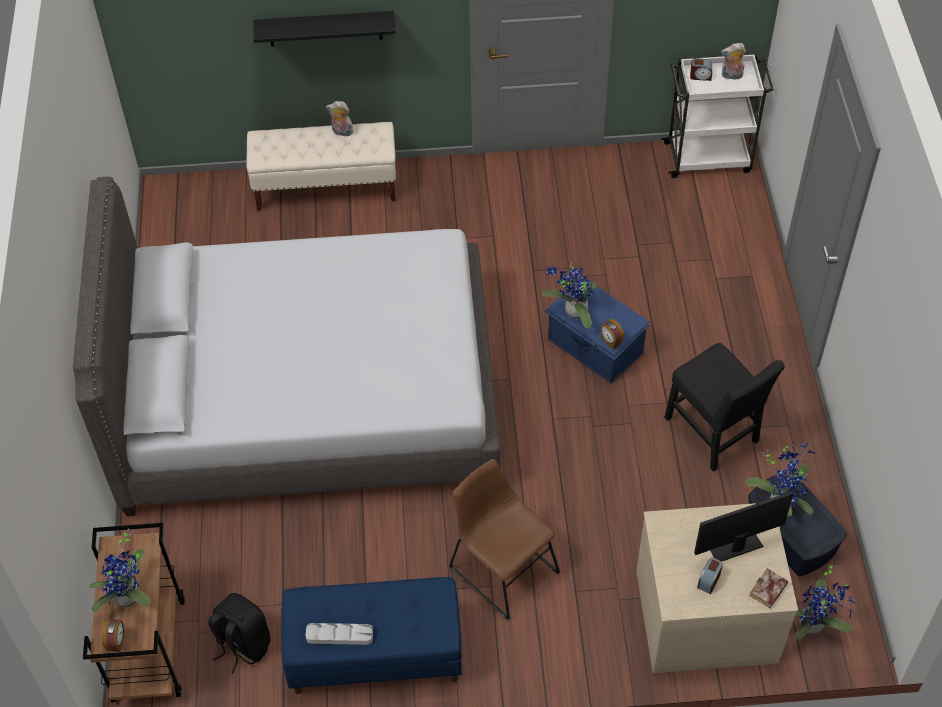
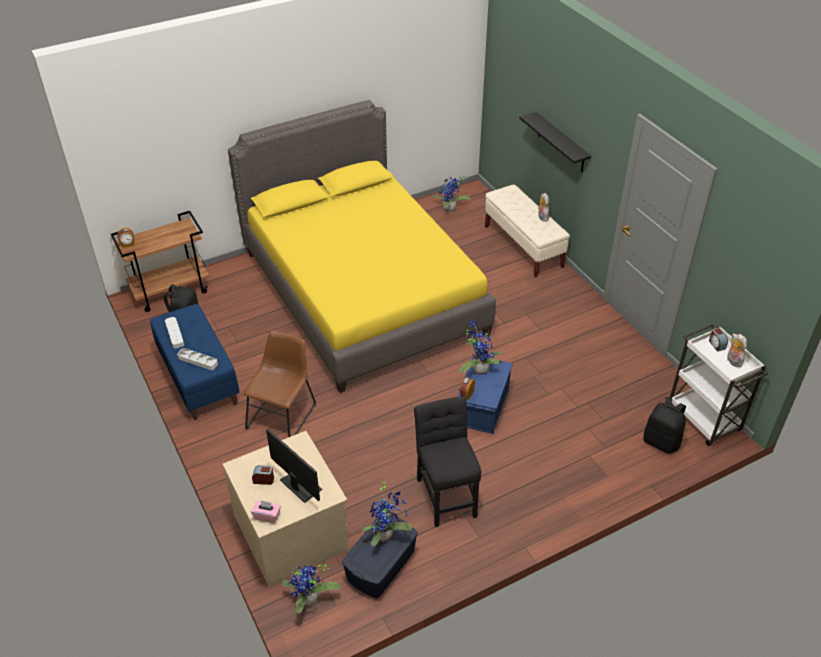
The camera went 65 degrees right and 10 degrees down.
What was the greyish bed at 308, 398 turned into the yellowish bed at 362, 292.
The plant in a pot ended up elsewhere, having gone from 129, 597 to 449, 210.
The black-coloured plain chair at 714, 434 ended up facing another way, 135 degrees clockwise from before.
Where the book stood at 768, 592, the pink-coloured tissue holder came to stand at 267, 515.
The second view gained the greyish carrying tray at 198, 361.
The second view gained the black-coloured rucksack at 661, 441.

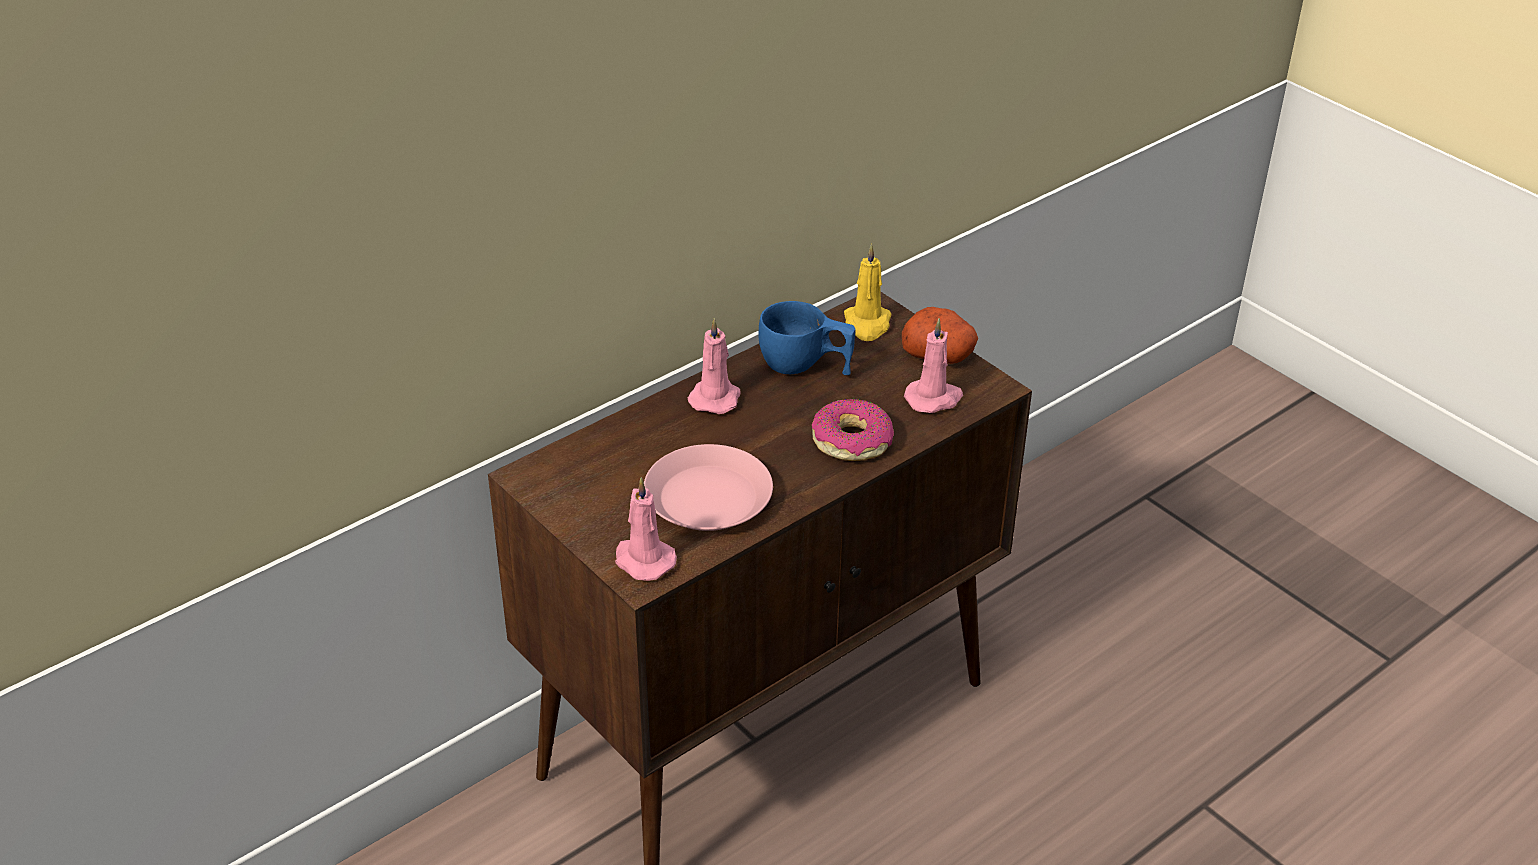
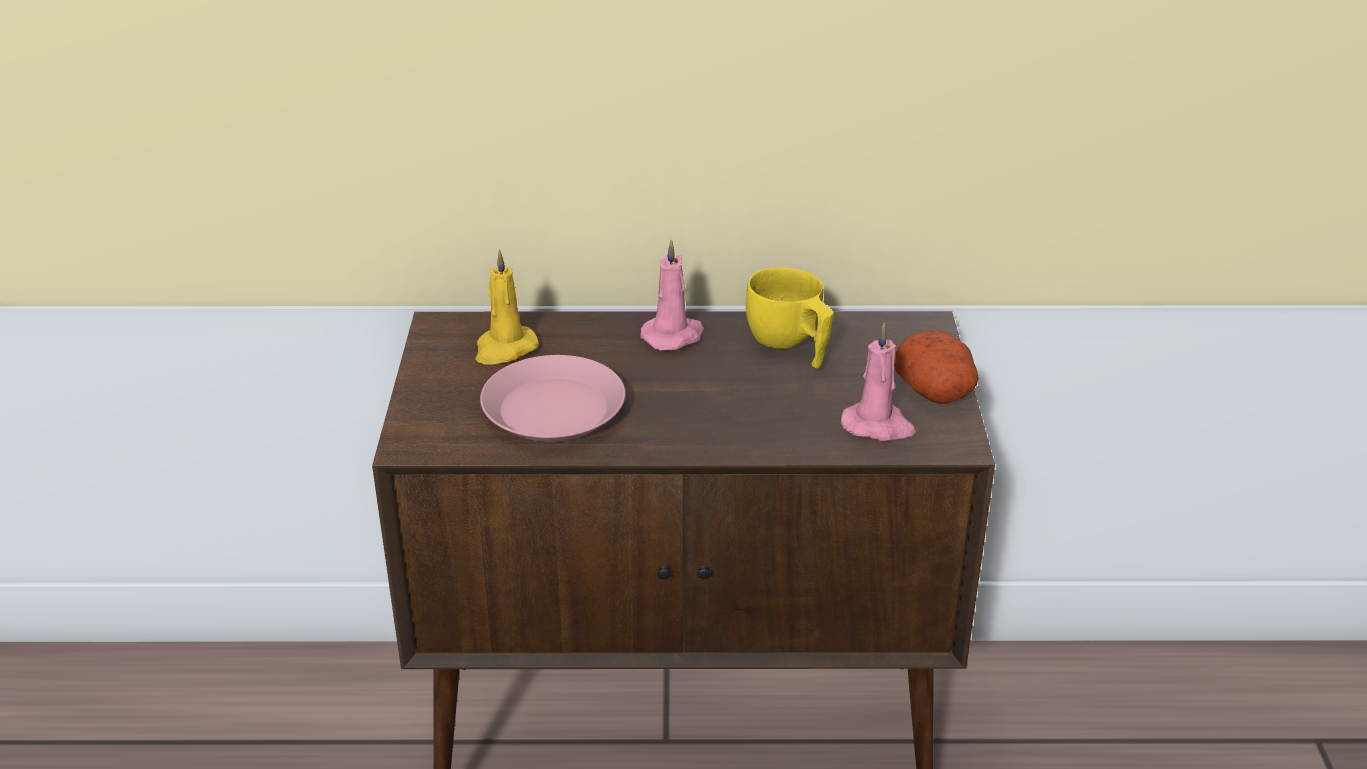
The camera went 40 degrees right and 5 degrees down.
The second view lost the pink-coloured wax candle at 643, 560.
What was the blue drinking cup at 805, 366 turned into the yellowish drinking cup at 790, 346.
The second view lost the ring doughnut at 851, 441.
The yellowish wax candle ended up elsewhere, having gone from 867, 324 to 504, 349.

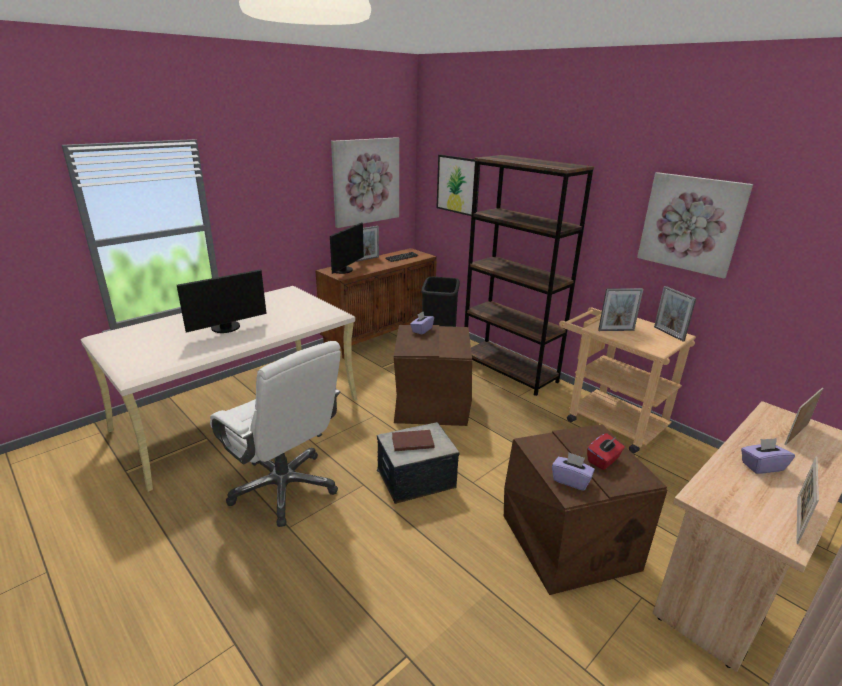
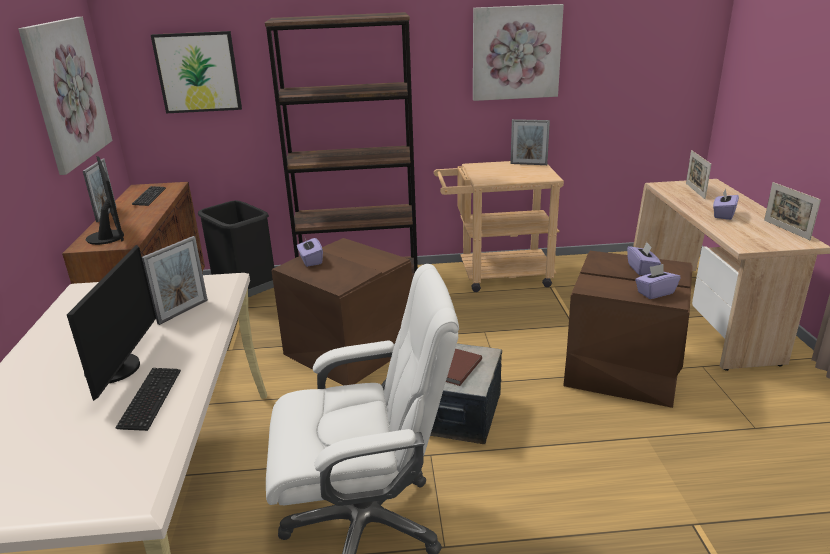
The camera went 50 degrees left and 0 degrees up.
What was the reddish tissue holder at 603, 460 turned into the purplish tissue holder at 642, 269.
The photo frame ended up elsewhere, having gone from 616, 330 to 183, 312.
The second view gained the PC keyboard at 150, 399.

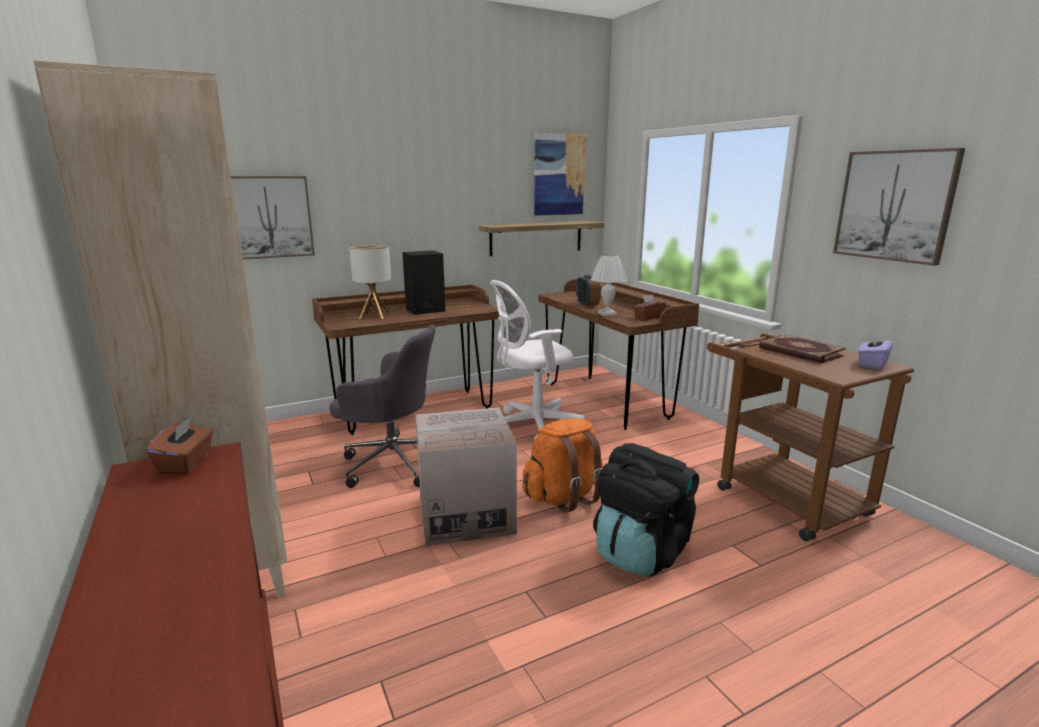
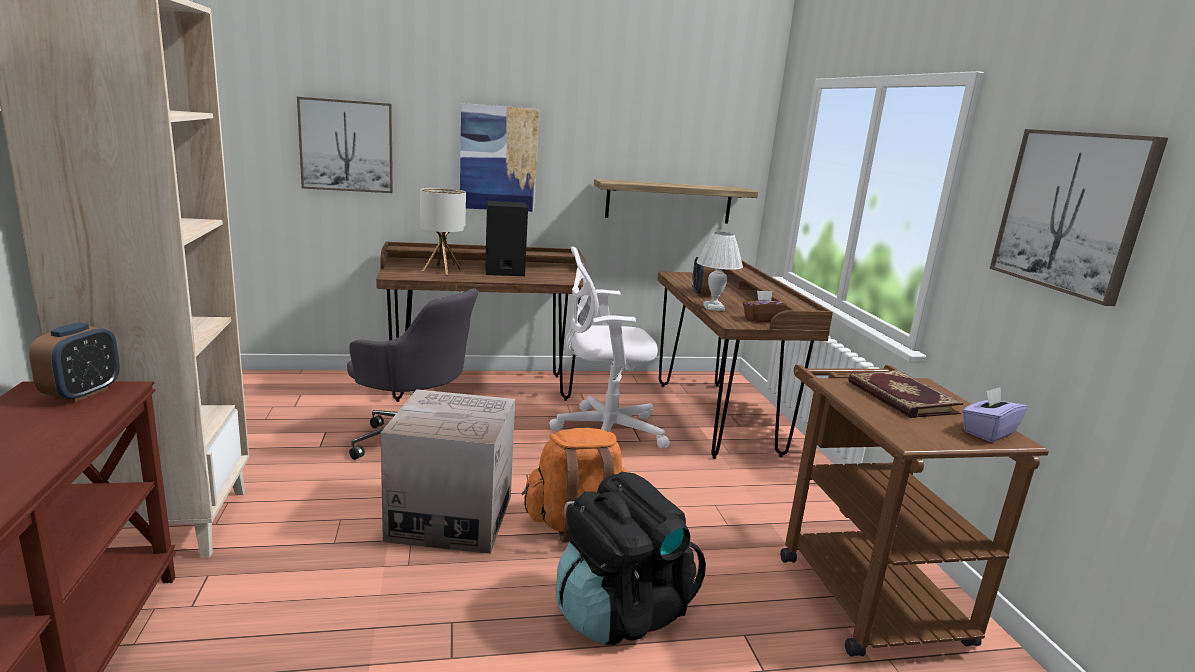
The camera went 15 degrees right and 0 degrees up.
Where the brown-coloured tissue holder stood at 186, 463, the table clock came to stand at 82, 393.
The wall picture ended up elsewhere, having gone from 559, 175 to 498, 158.

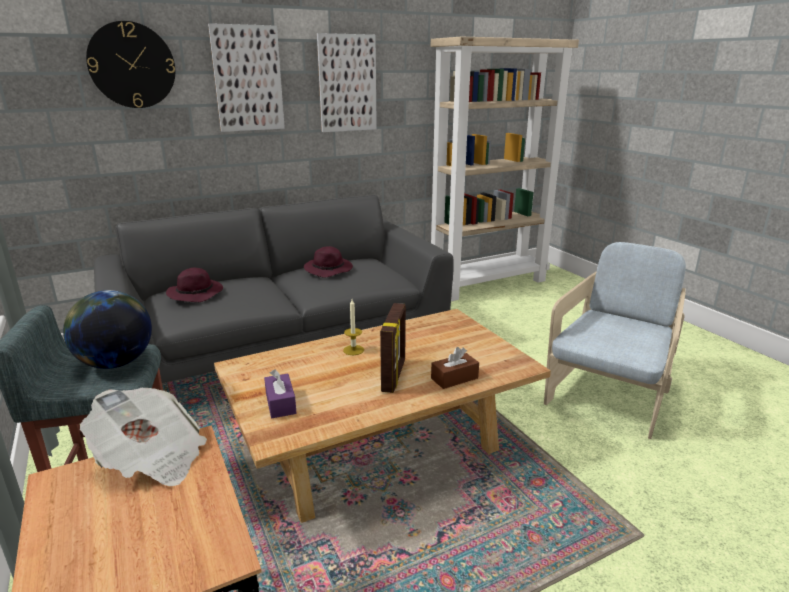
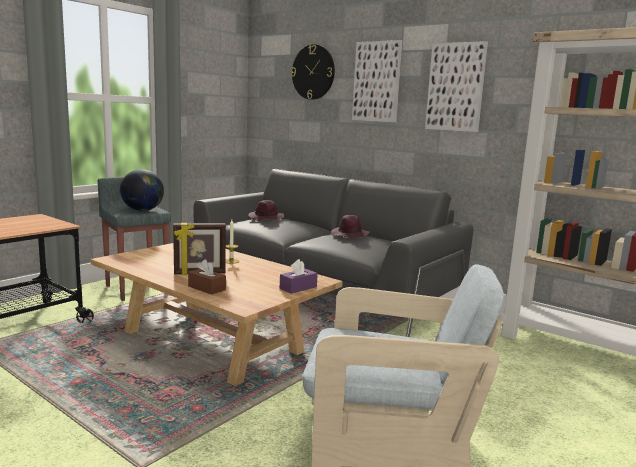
The camera went 65 degrees right and 10 degrees down.
The second view lost the printed paper at 151, 458.
The purplish tissue holder ended up elsewhere, having gone from 280, 403 to 298, 288.

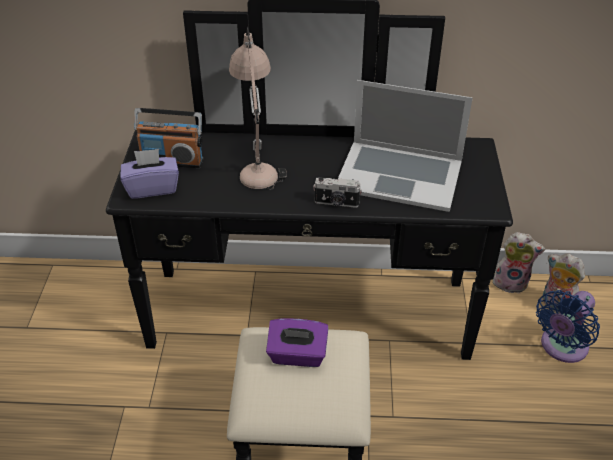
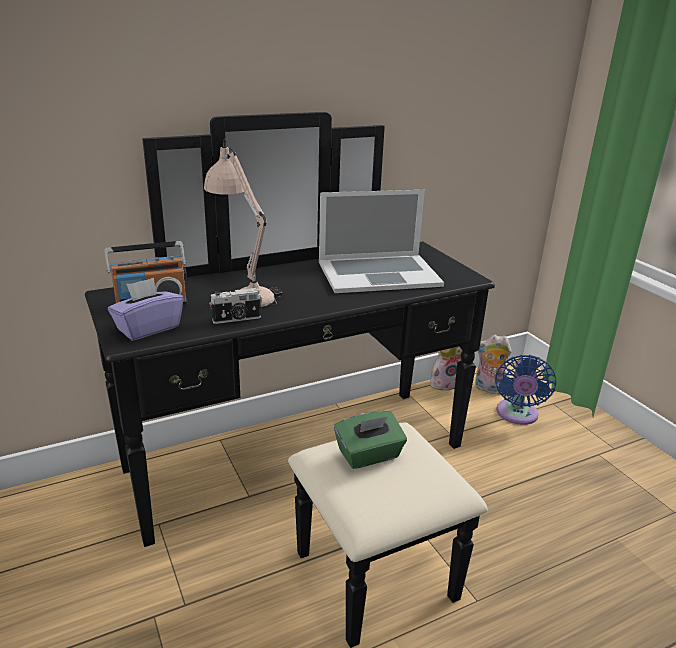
The camera went 30 degrees left and 15 degrees down.
What was the purplish tissue holder at 297, 355 turned into the green tissue holder at 369, 455.
The still camera ended up elsewhere, having gone from 336, 203 to 237, 319.

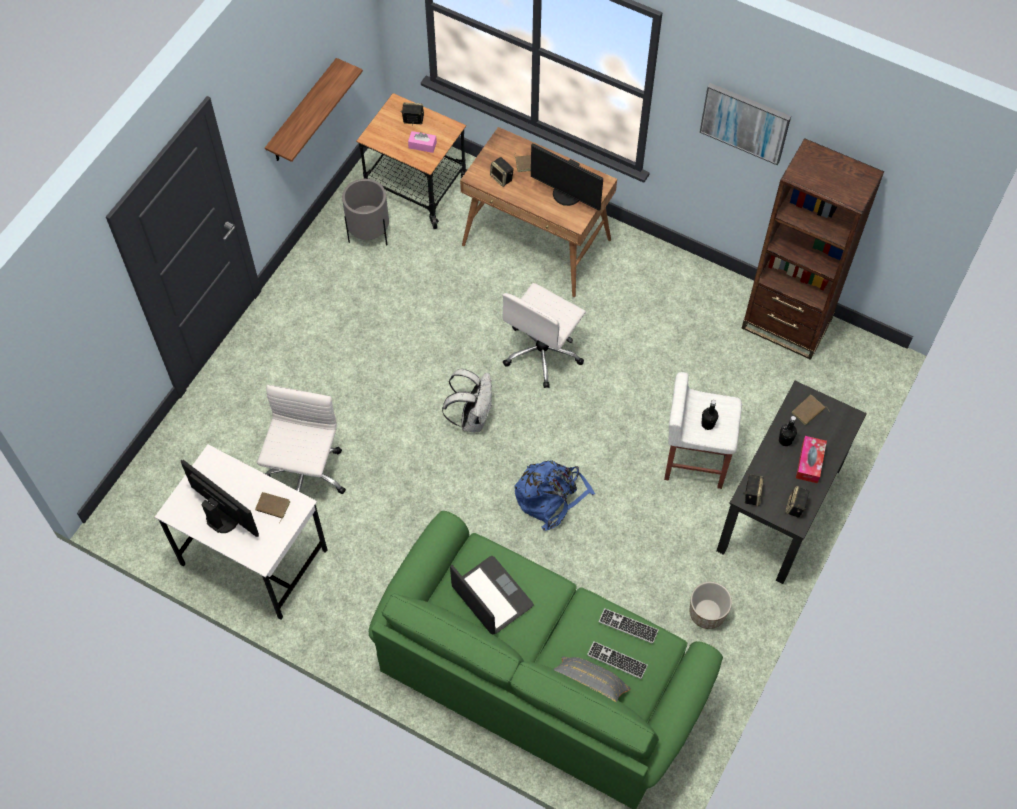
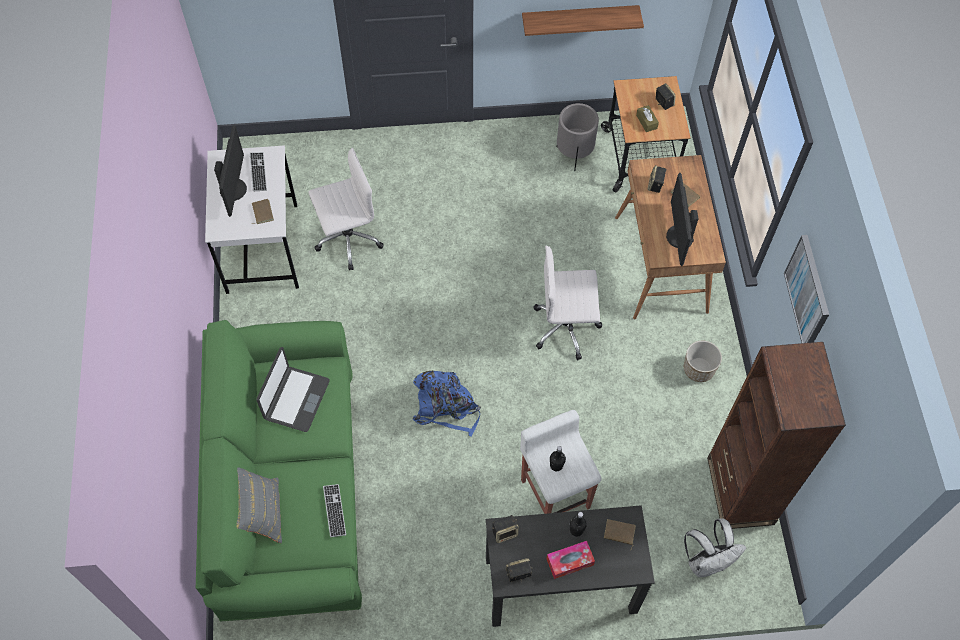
The camera went 55 degrees right and 0 degrees up.
What was the pink-coloured tissue holder at 422, 145 turned into the brown-coloured tissue holder at 646, 122.
The whitish rucksack ended up elsewhere, having gone from 472, 417 to 707, 561.
The PC keyboard ended up elsewhere, having gone from 617, 660 to 258, 172.
The plant pot ended up elsewhere, having gone from 707, 613 to 698, 369.

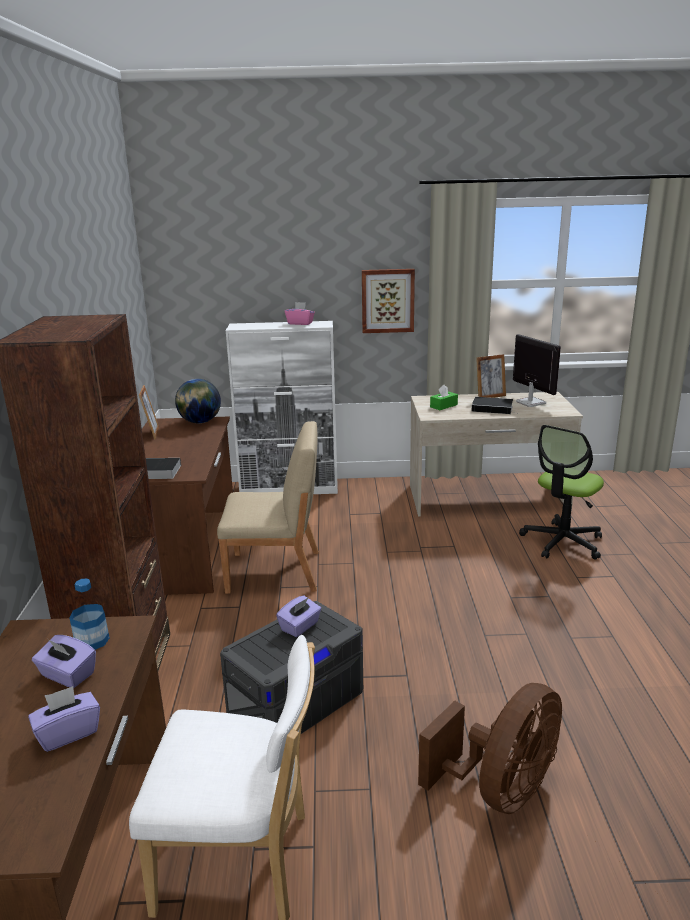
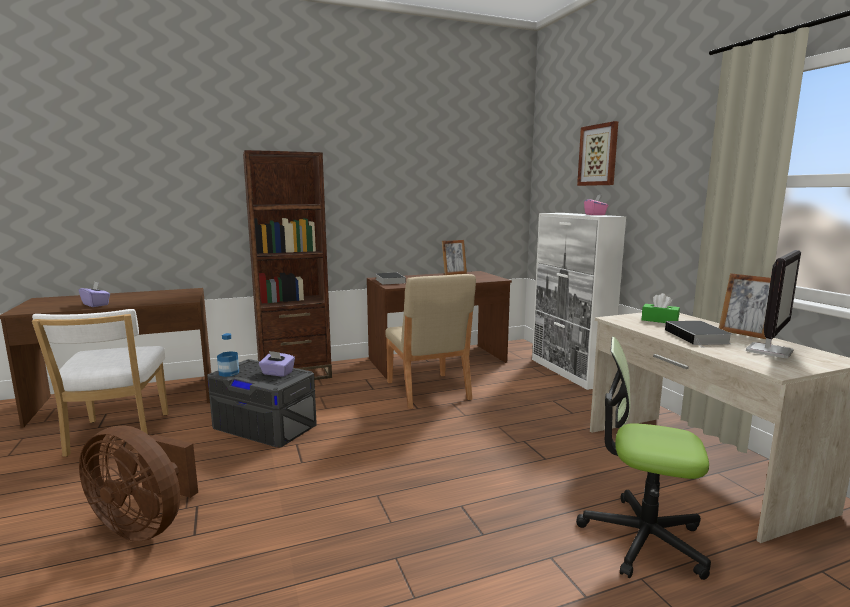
The camera went 70 degrees right and 10 degrees down.
The second view lost the purplish tissue holder at 67, 675.
The bottle ended up elsewhere, having gone from 92, 641 to 229, 373.
The second view lost the world globe at 200, 422.
The wall picture ended up elsewhere, having gone from 387, 300 to 598, 155.

